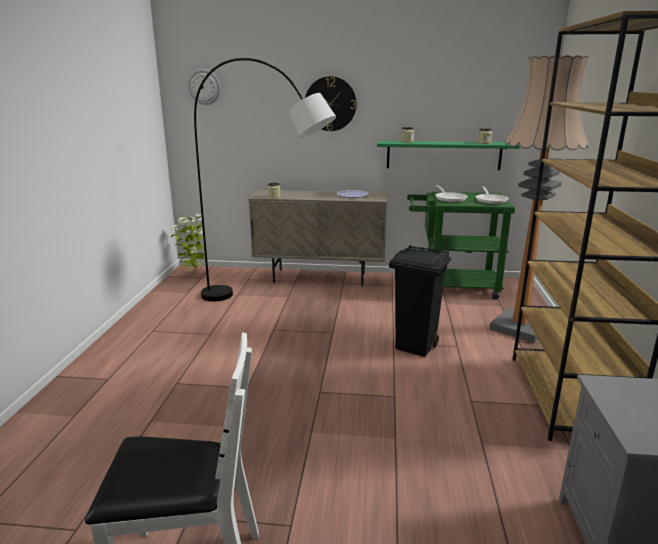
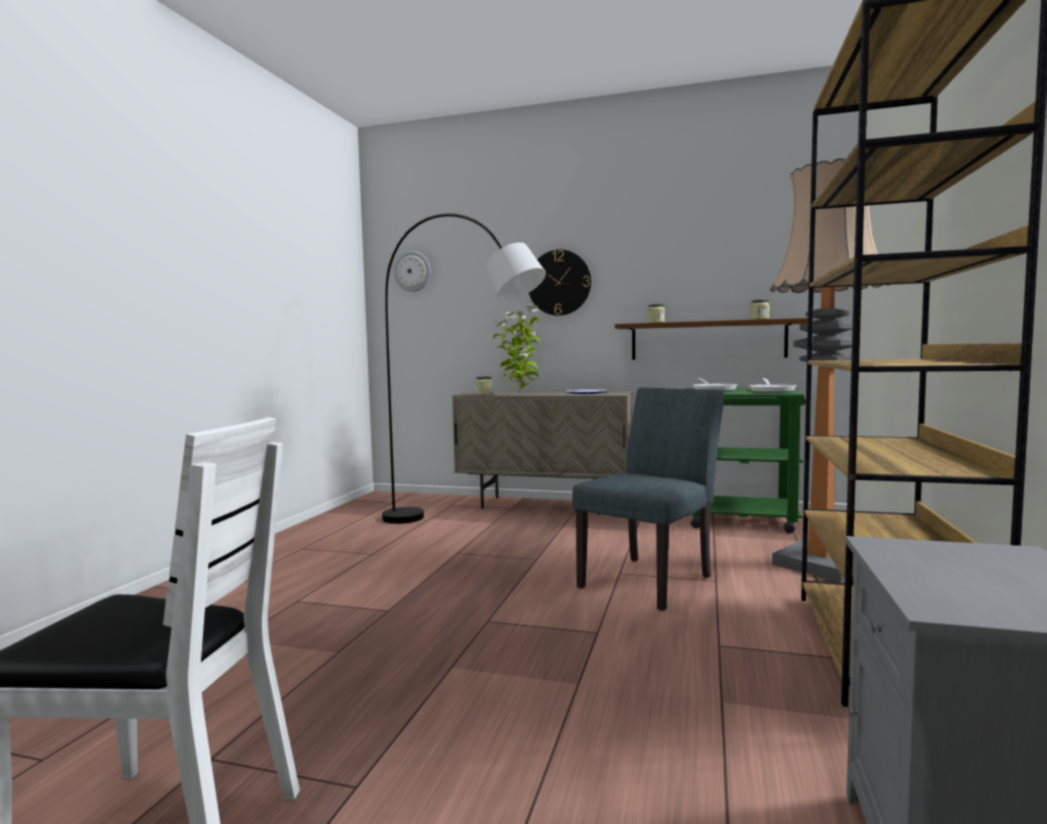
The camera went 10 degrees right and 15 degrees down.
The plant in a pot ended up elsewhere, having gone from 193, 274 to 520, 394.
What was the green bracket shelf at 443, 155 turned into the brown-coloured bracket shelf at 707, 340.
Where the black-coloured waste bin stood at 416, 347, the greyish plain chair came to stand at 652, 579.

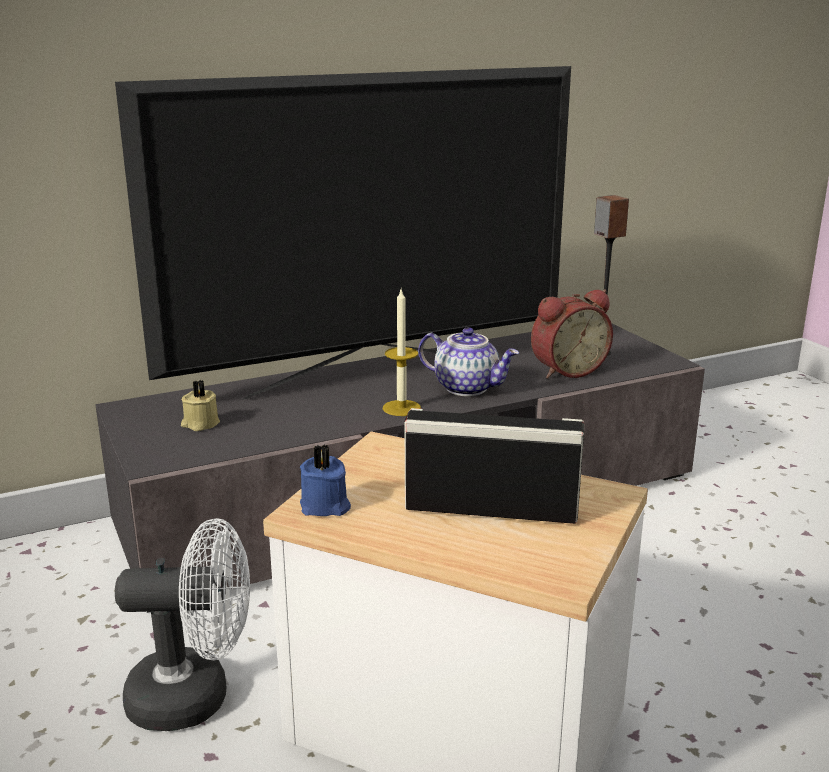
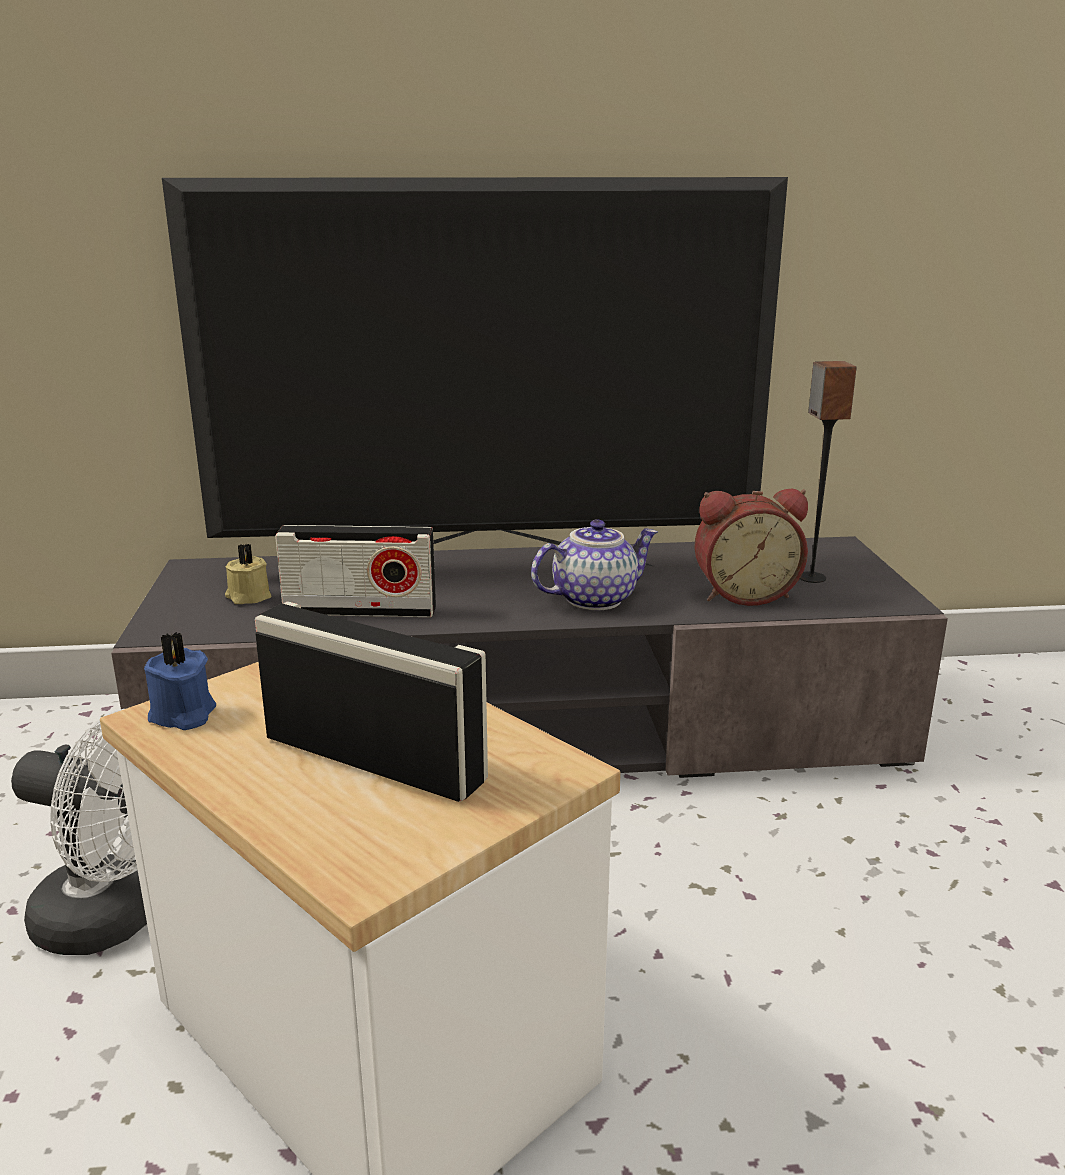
The camera went 20 degrees right and 0 degrees up.
The second view lost the wax candle at 401, 408.
The teapot at 468, 387 ended up facing another way, 75 degrees counterclockwise from before.
The second view gained the radio at 360, 611.

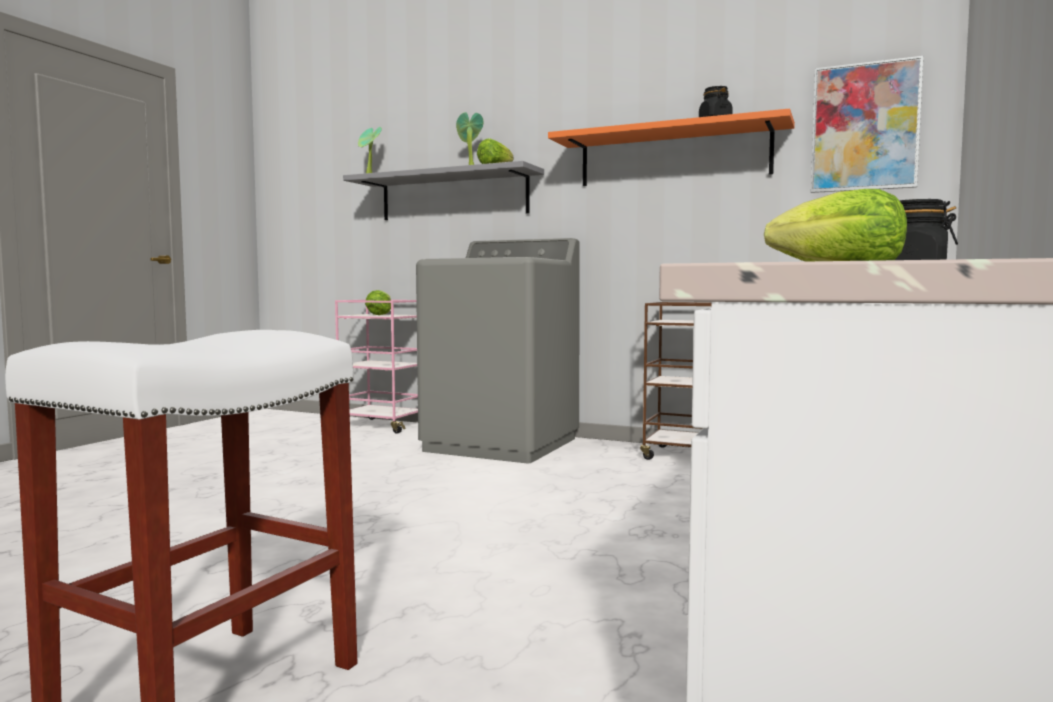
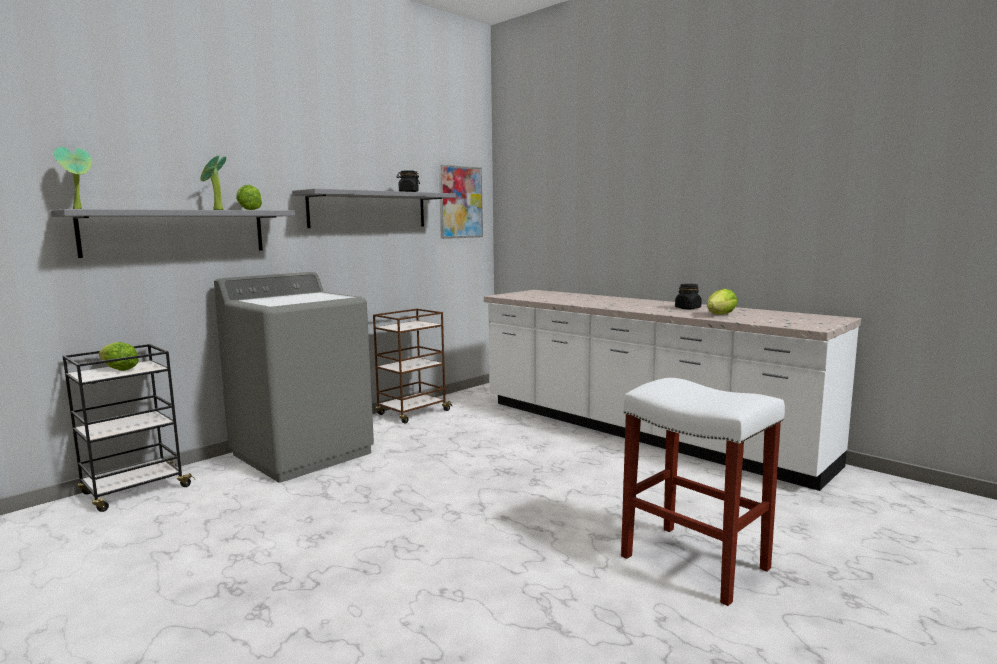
The camera went 70 degrees left and 5 degrees up.
What was the pink-coloured cart at 381, 426 turned into the black-coloured cart at 134, 491.
What was the orange-coloured bracket shelf at 673, 156 turned into the greyish bracket shelf at 368, 210.

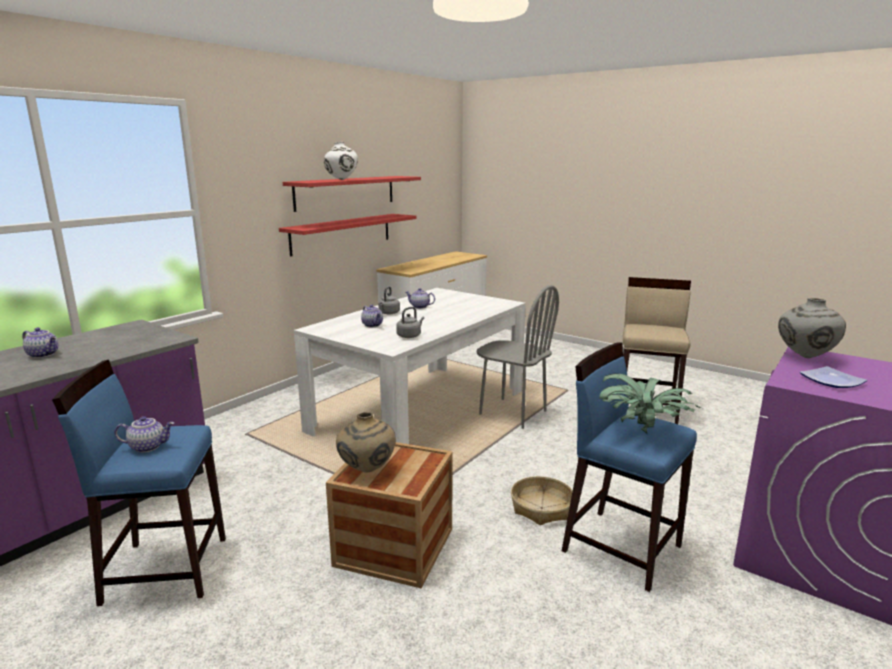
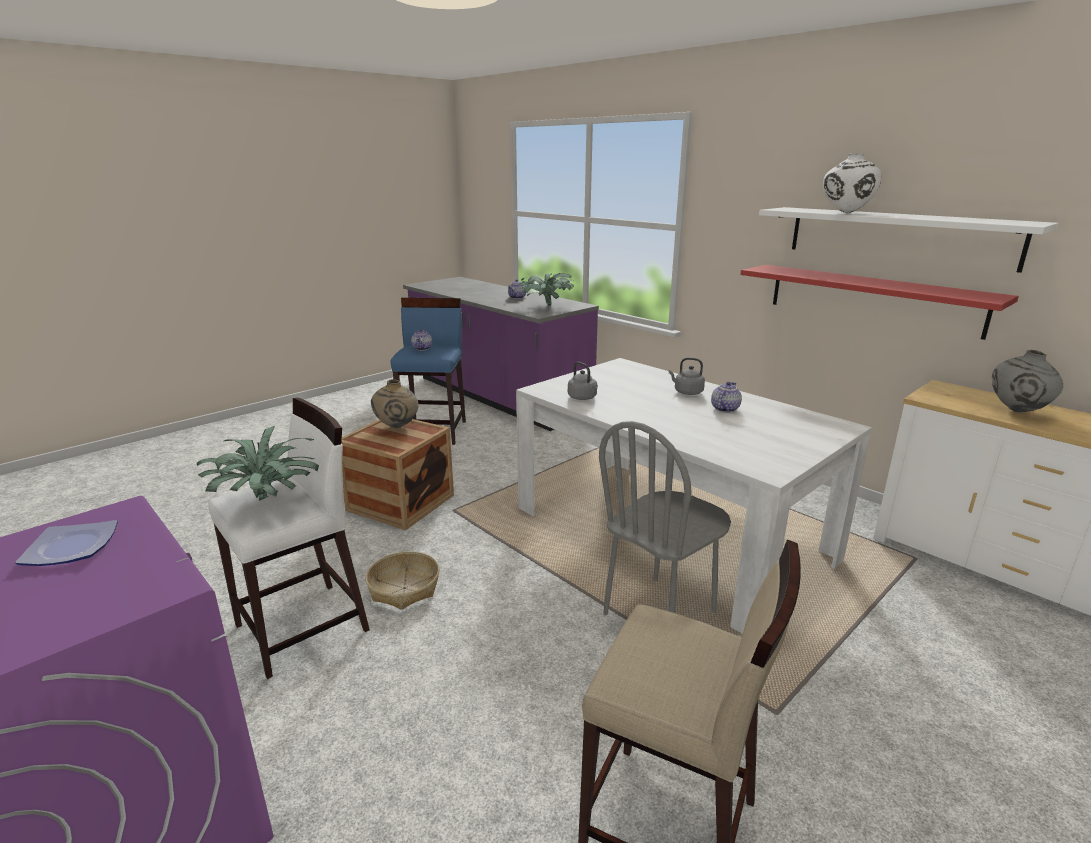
The camera went 100 degrees right and 5 degrees up.
What was the reddish bracket shelf at 346, 192 turned into the whitish bracket shelf at 898, 237.
The second view lost the teapot at 373, 325.
What was the blue stool seat at 621, 547 turned into the whitish stool seat at 304, 628.
The greyish flower vase ended up elsewhere, having gone from 804, 357 to 1017, 411.
The second view gained the plant in a pot at 546, 305.

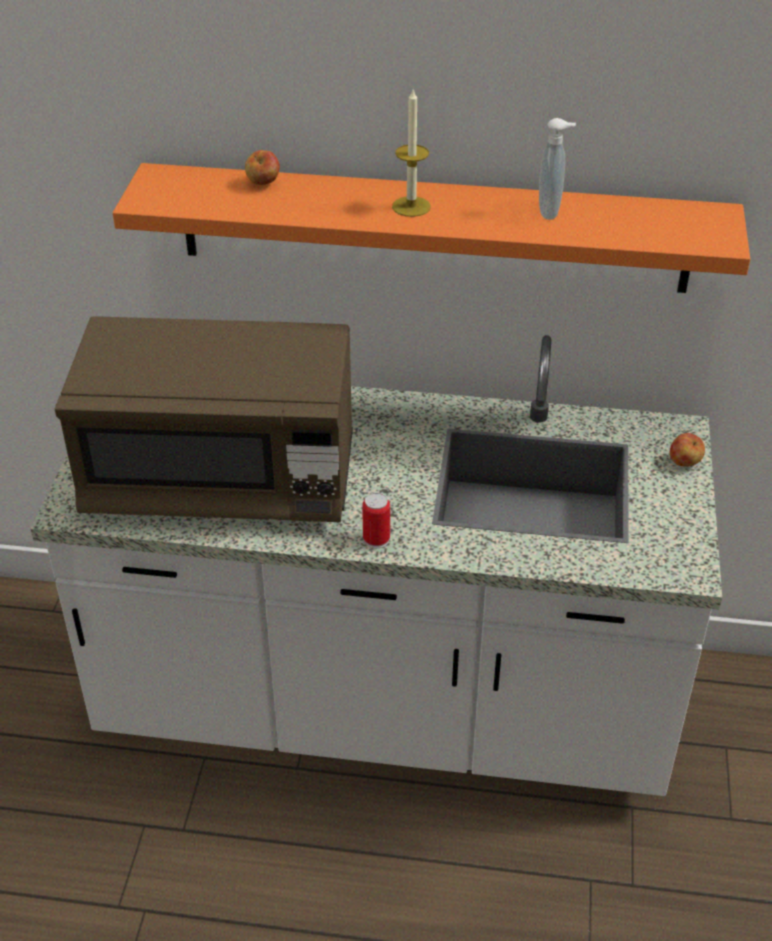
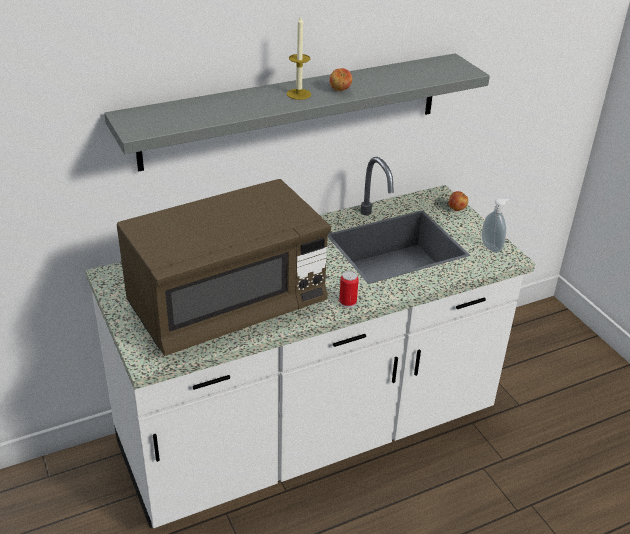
The camera went 35 degrees left and 5 degrees down.
What was the orange-coloured bracket shelf at 433, 228 turned into the greyish bracket shelf at 294, 110.
The whole apple ended up elsewhere, having gone from 263, 184 to 340, 90.
The liquid soap bottle ended up elsewhere, having gone from 551, 211 to 492, 247.

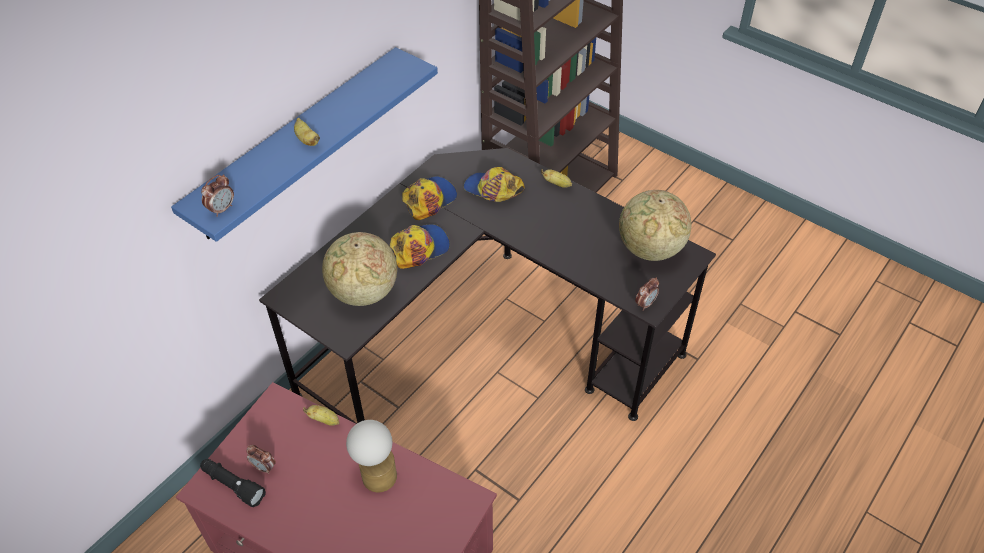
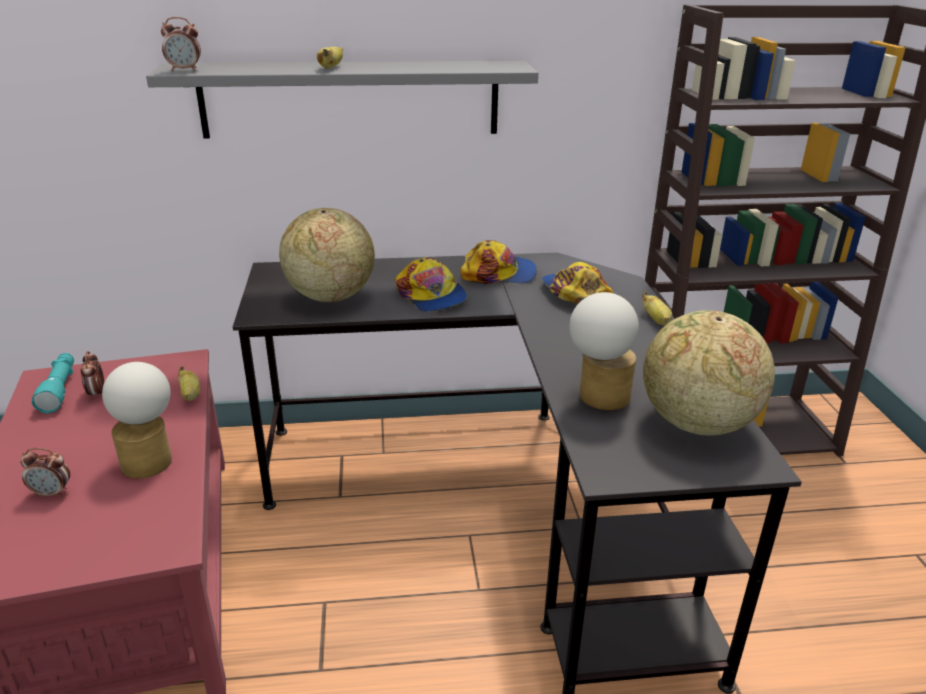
The camera went 45 degrees right and 20 degrees down.
What was the blue bracket shelf at 297, 143 turned into the greyish bracket shelf at 350, 99.
What was the black-coloured hand torch at 232, 485 turned into the turquoise-coloured hand torch at 60, 389.
The cap at 419, 248 ended up facing another way, 45 degrees clockwise from before.
The table clock ended up elsewhere, having gone from 645, 304 to 52, 493.
The second view gained the tabletop lamp at 597, 397.

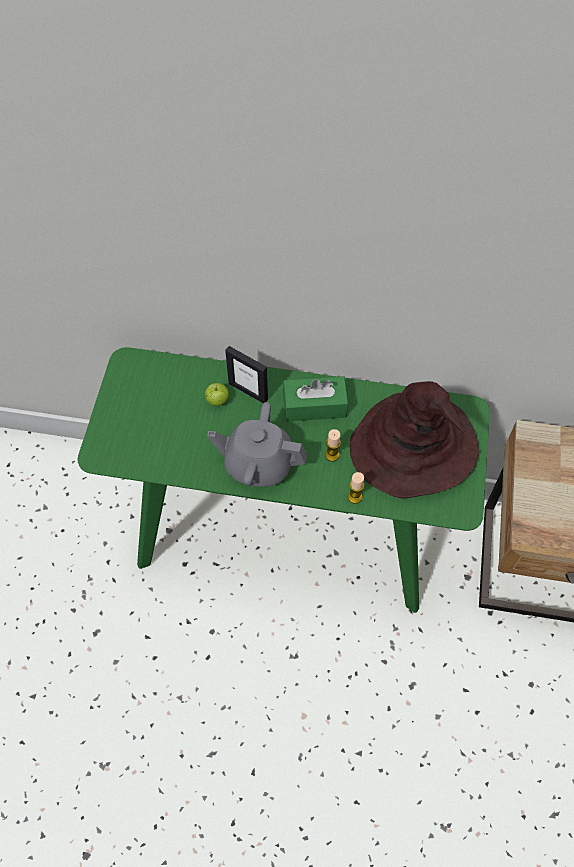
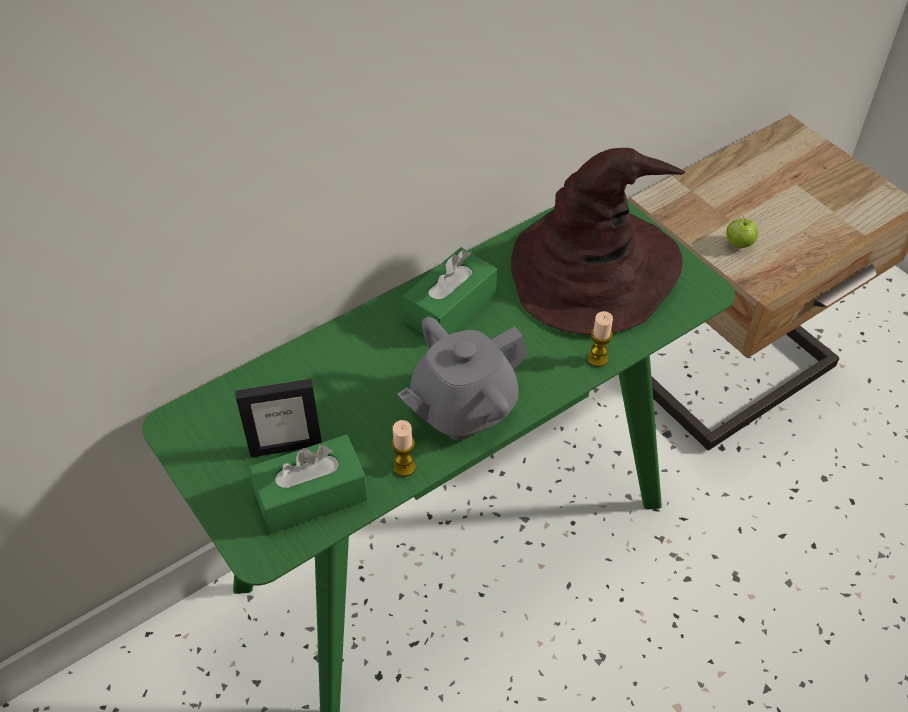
The camera went 45 degrees left and 10 degrees down.
The whole apple ended up elsewhere, having gone from 217, 400 to 739, 244.
The photo frame ended up elsewhere, having gone from 248, 391 to 286, 447.
The wax candle ended up elsewhere, having gone from 332, 455 to 404, 467.
The second view gained the green tissue holder at 311, 495.

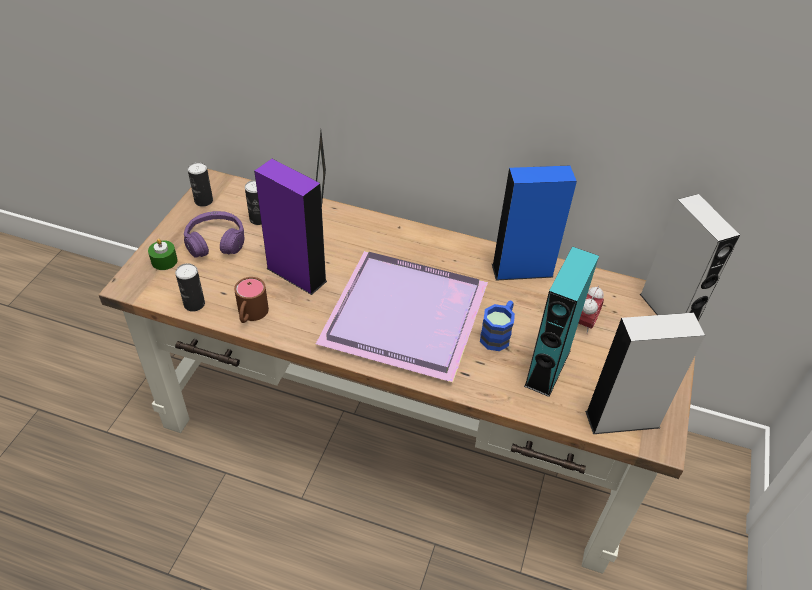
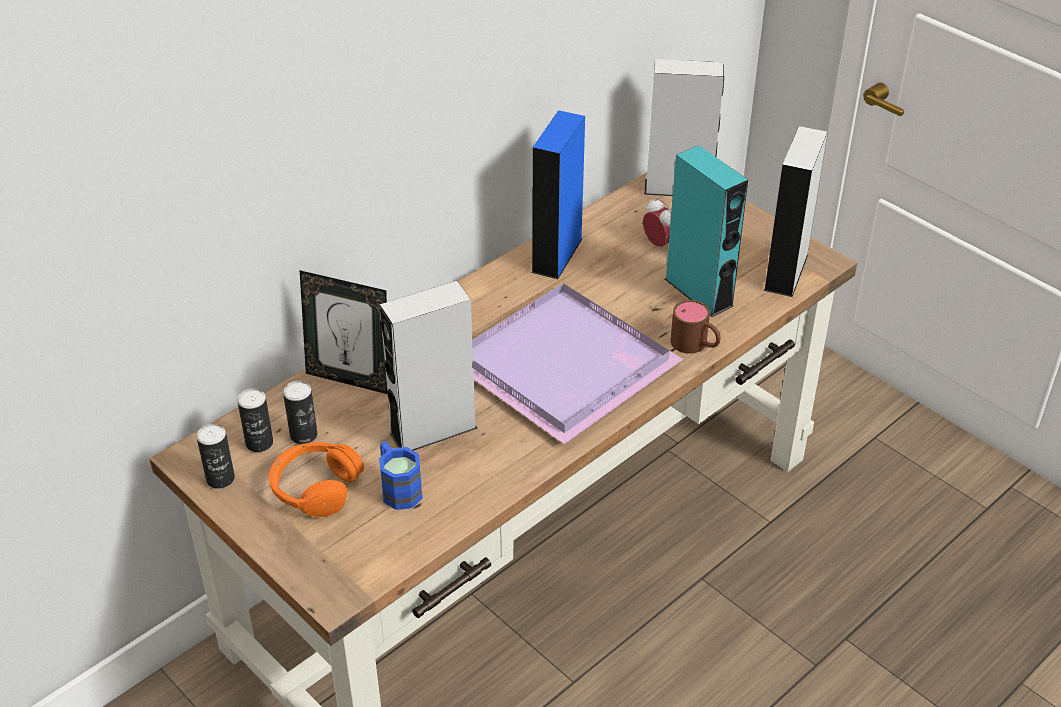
The camera went 60 degrees left and 5 degrees down.
The second view lost the green wax candle at 164, 261.
The can ended up elsewhere, having gone from 194, 304 to 259, 443.
What was the purplish pair of headphones at 216, 242 turned into the orange-coloured pair of headphones at 315, 488.
The brown-coloured tea mug ended up elsewhere, having gone from 250, 315 to 695, 345.
What was the purplish speaker at 296, 274 turned into the greyish speaker at 433, 430.
The blue tea mug ended up elsewhere, having gone from 498, 334 to 398, 488.

